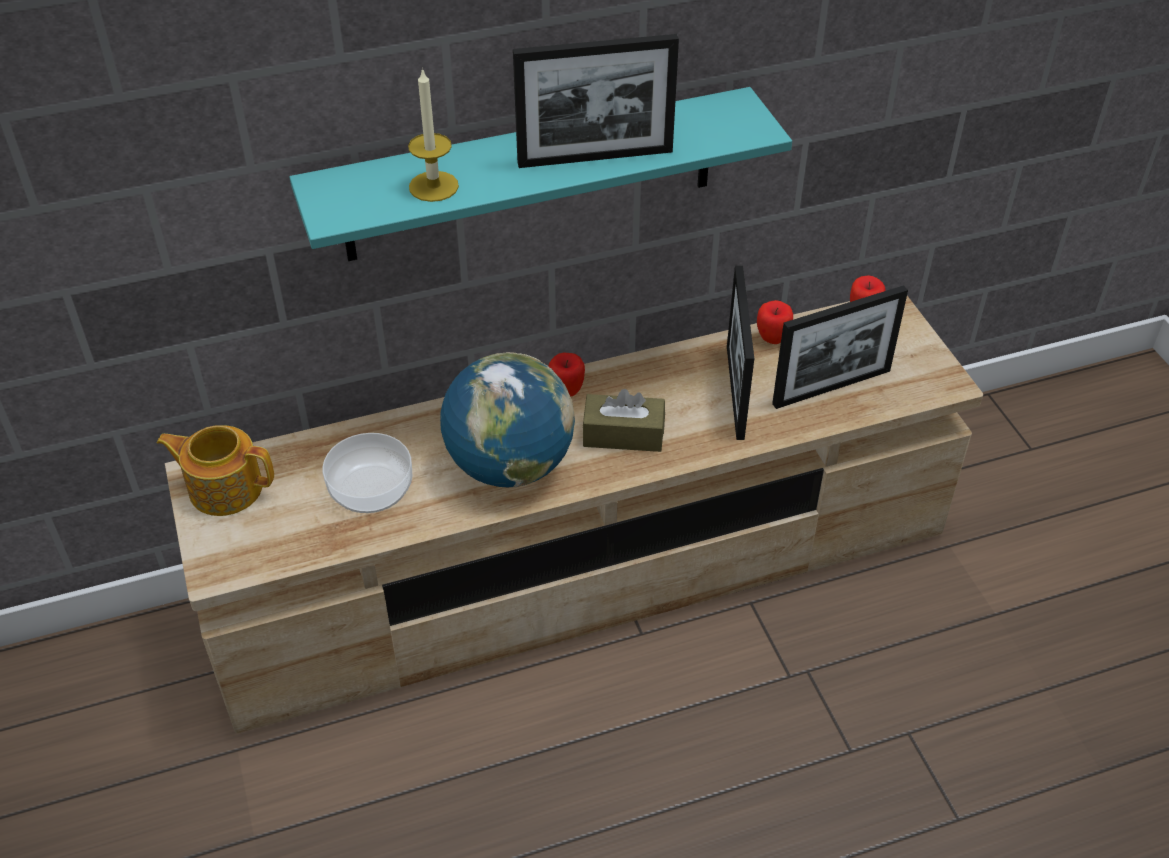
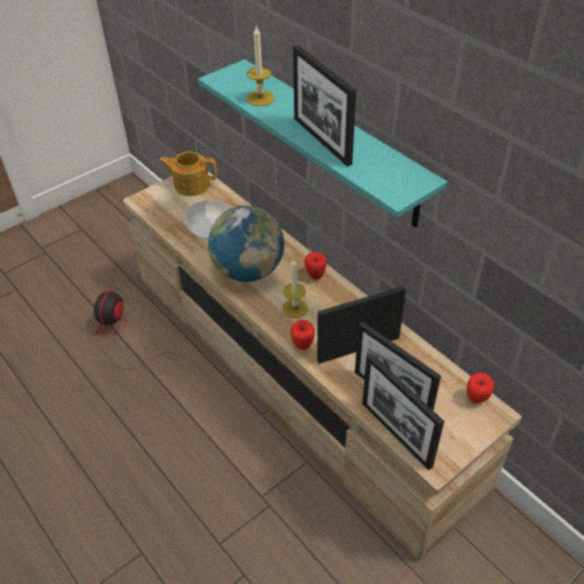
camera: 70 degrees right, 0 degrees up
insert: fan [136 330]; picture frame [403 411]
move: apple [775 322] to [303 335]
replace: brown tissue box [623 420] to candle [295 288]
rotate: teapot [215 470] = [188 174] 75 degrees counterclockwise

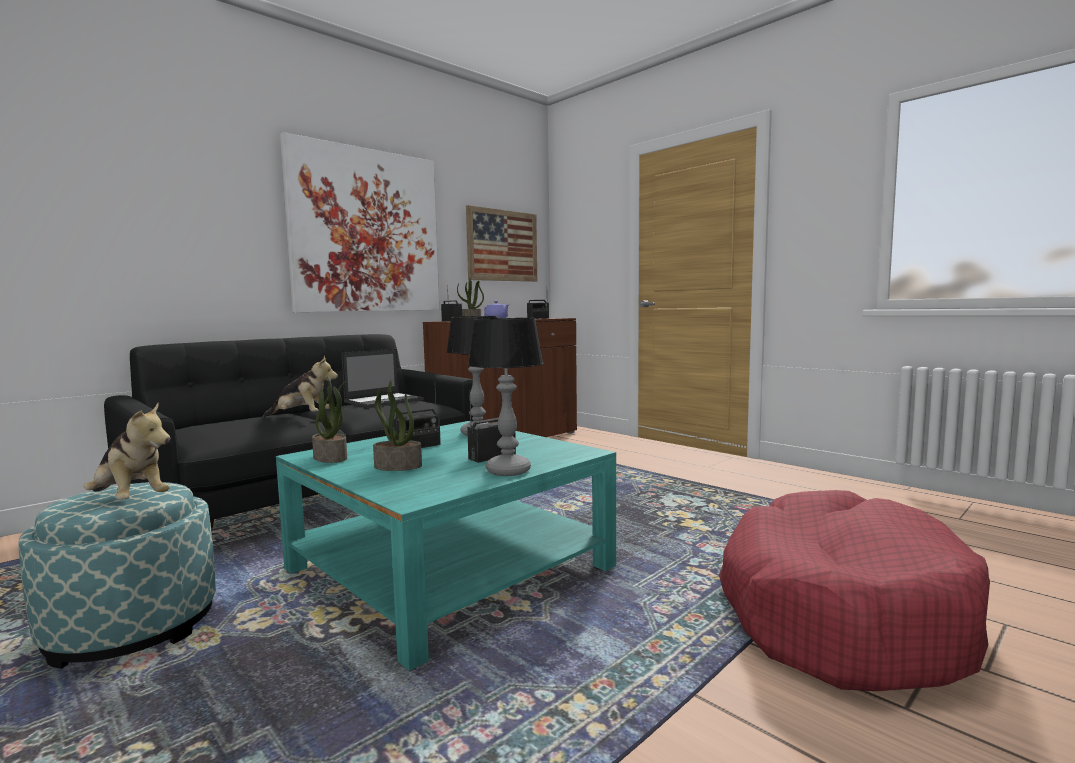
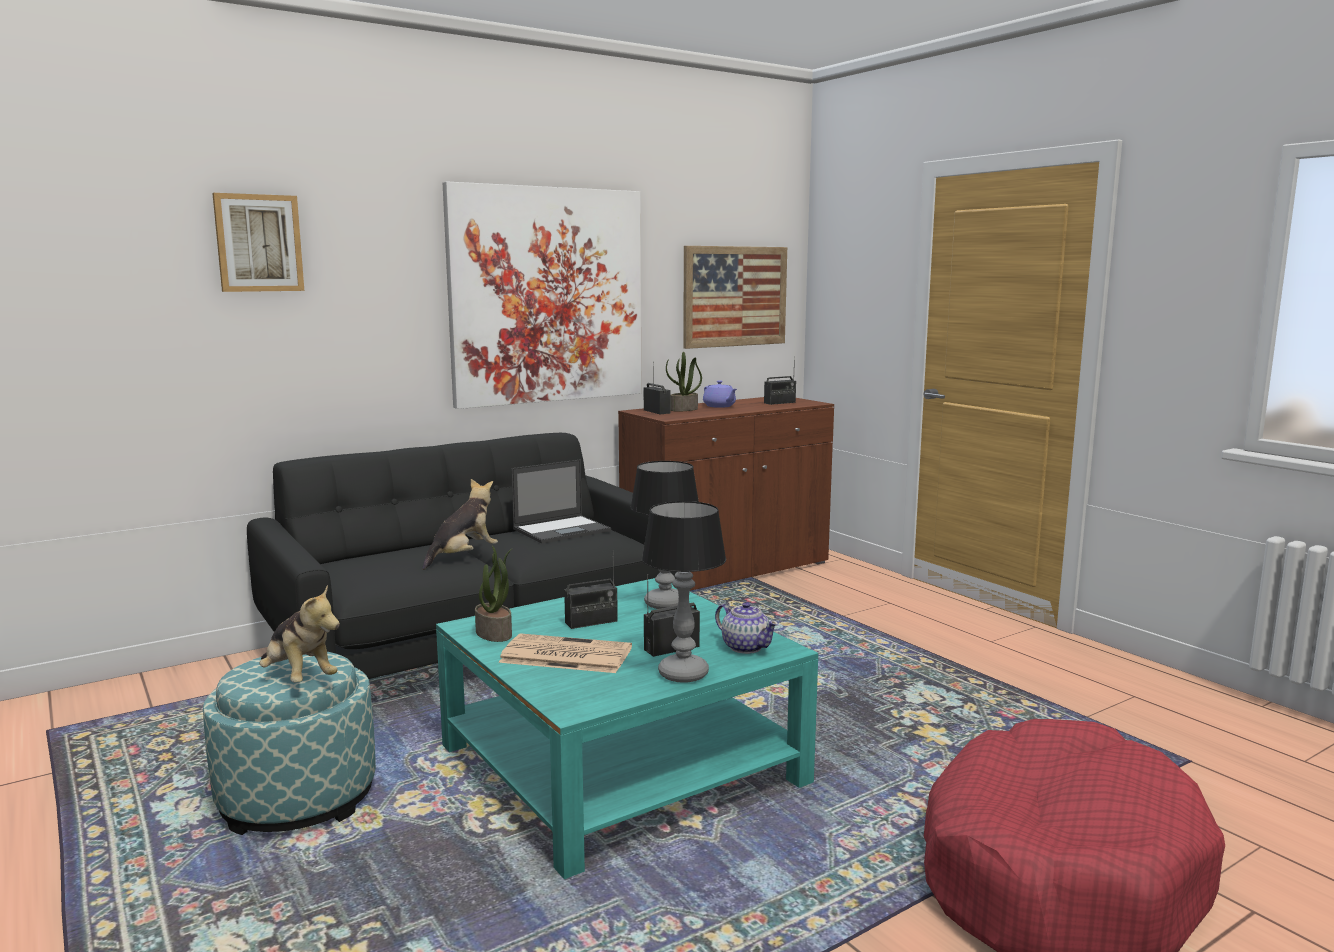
camera: 10 degrees right, 5 degrees up
insert: picture [258 242]; teapot [747 628]
replace: potted plant [397 425] to newspaper [565 653]
rotate: plush toy [300 386] = [460 524] 75 degrees counterclockwise

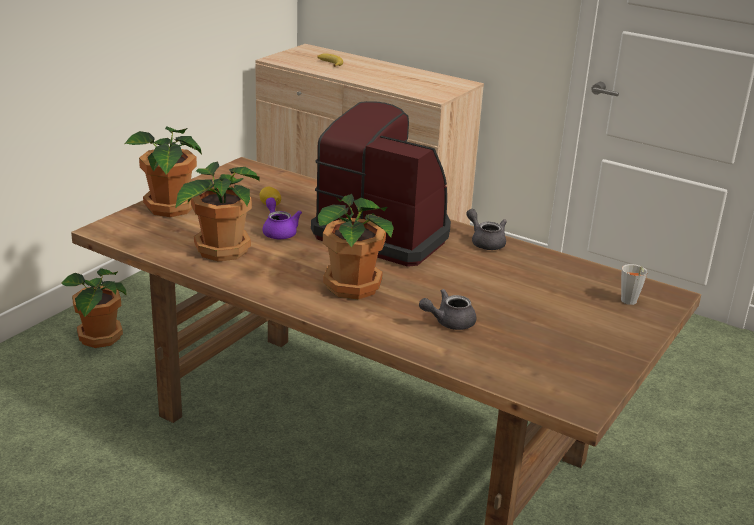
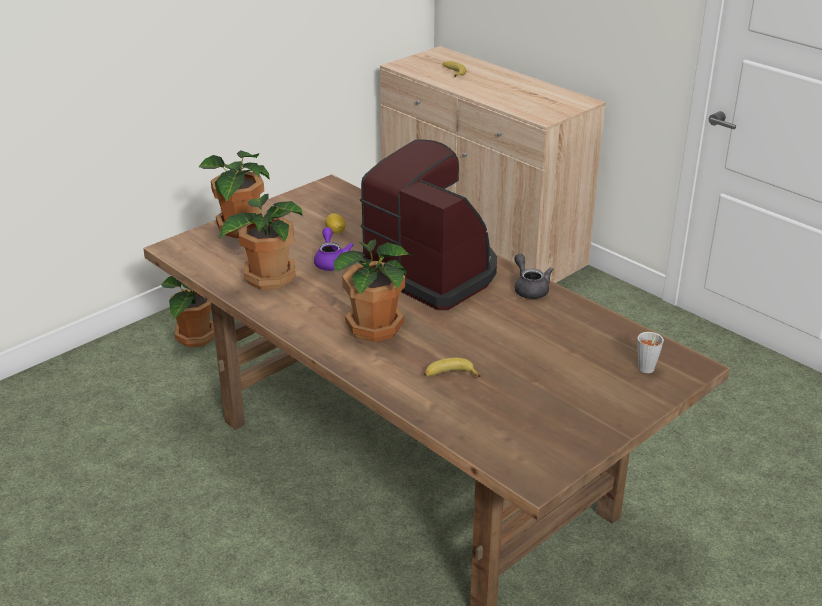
camera: 15 degrees right, 5 degrees up
replace: grey teapot [447 309] to banana [452 367]

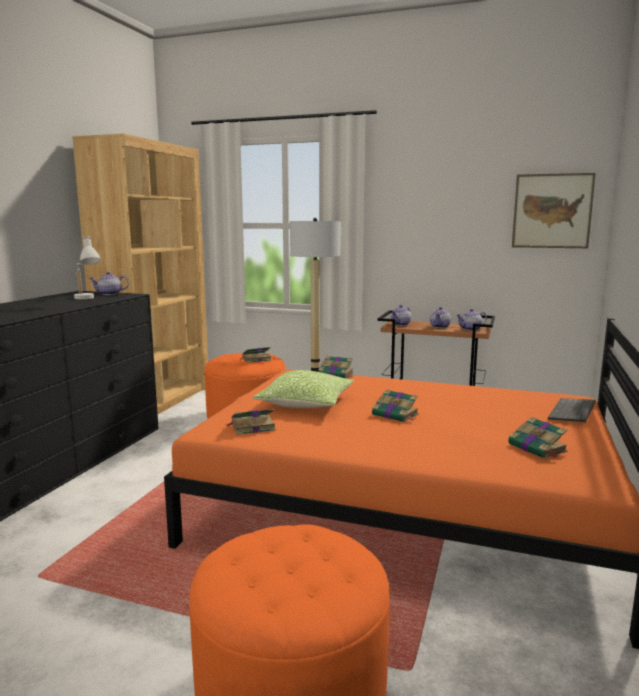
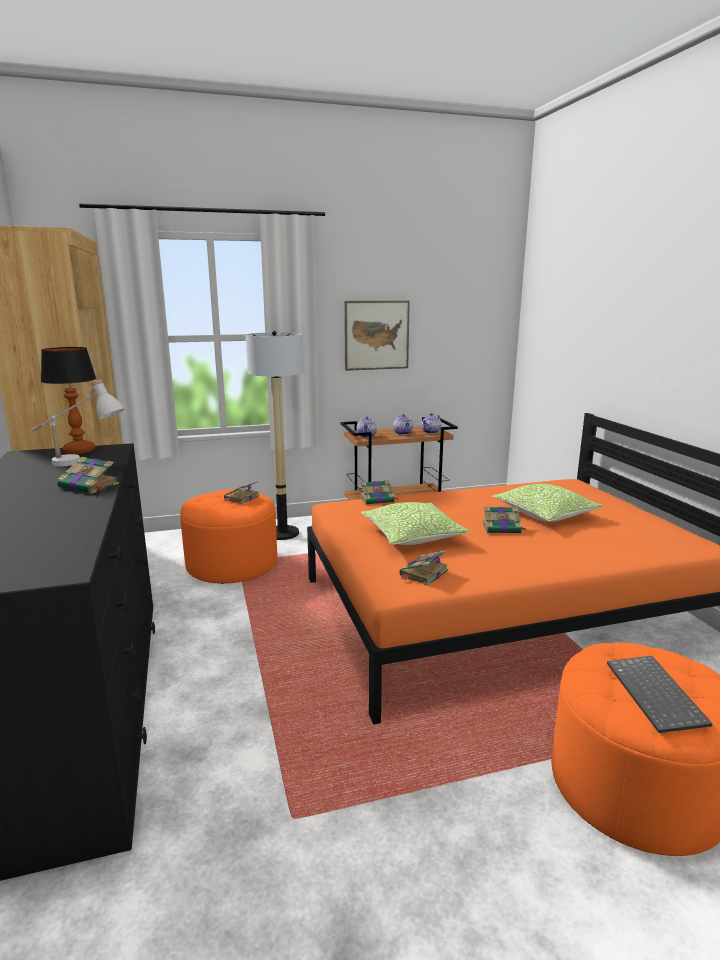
camera: 35 degrees left, 5 degrees up
insert: pillow [548 503]
move: book [537 438] to [88 475]; picture [554 210] to [377 336]; keyboard [571 410] to [659 694]
replace: teapot [109 283] to table lamp [68 400]

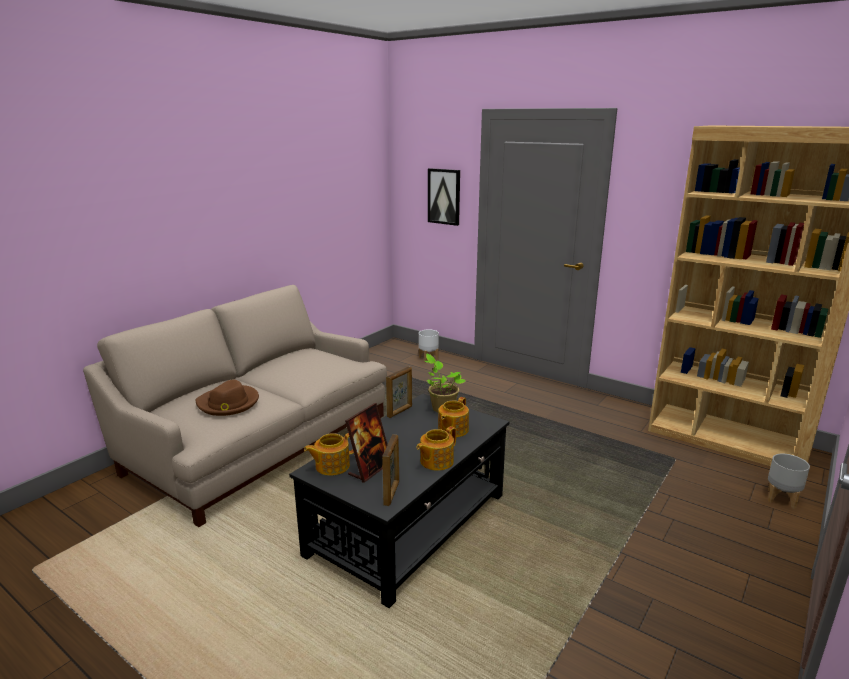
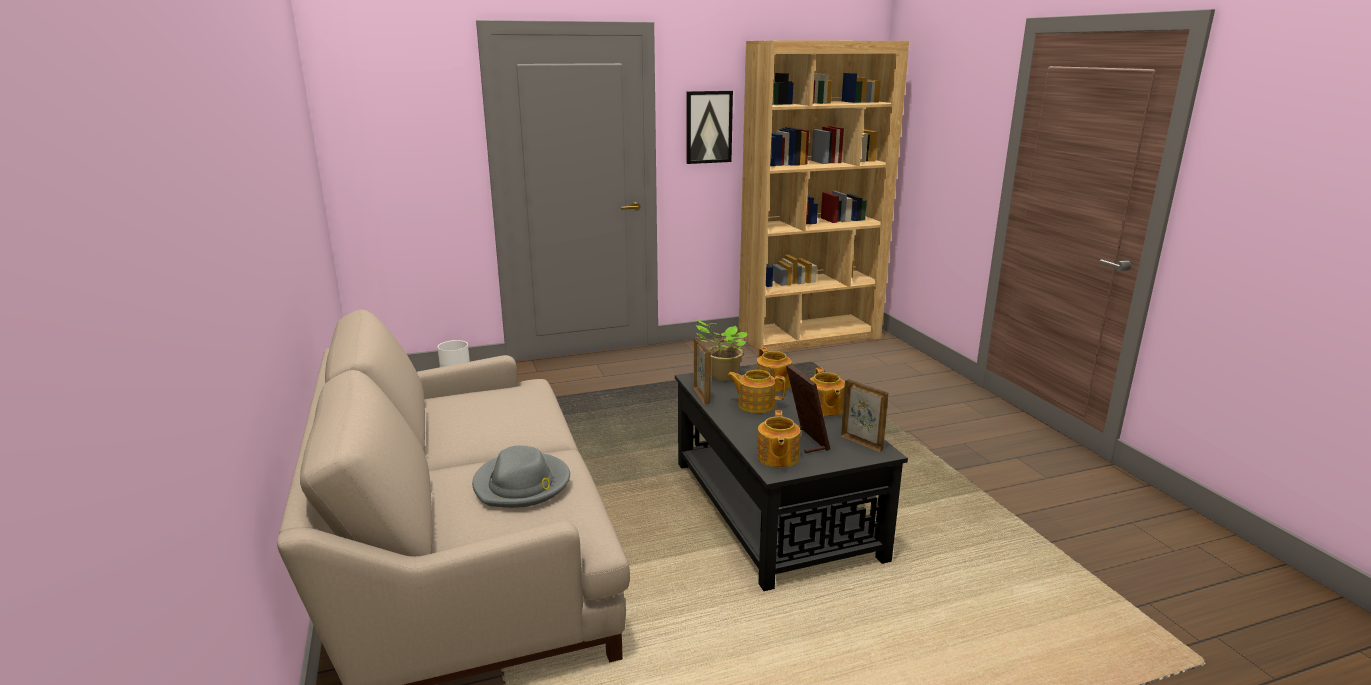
camera: 55 degrees left, 0 degrees up
delete: grey planter [789 481]
insert: teapot [756 391]
move: picture [444 197] to [709 127]
recolor: brown hat [227 398] to grey hat [521 477]

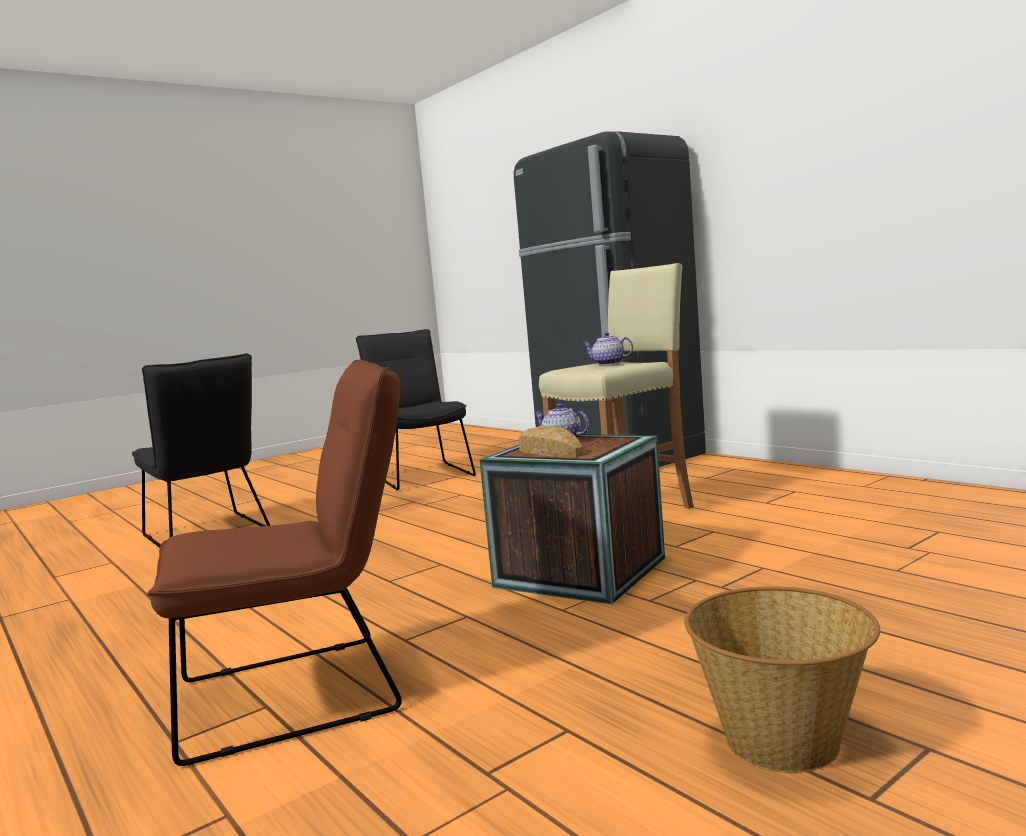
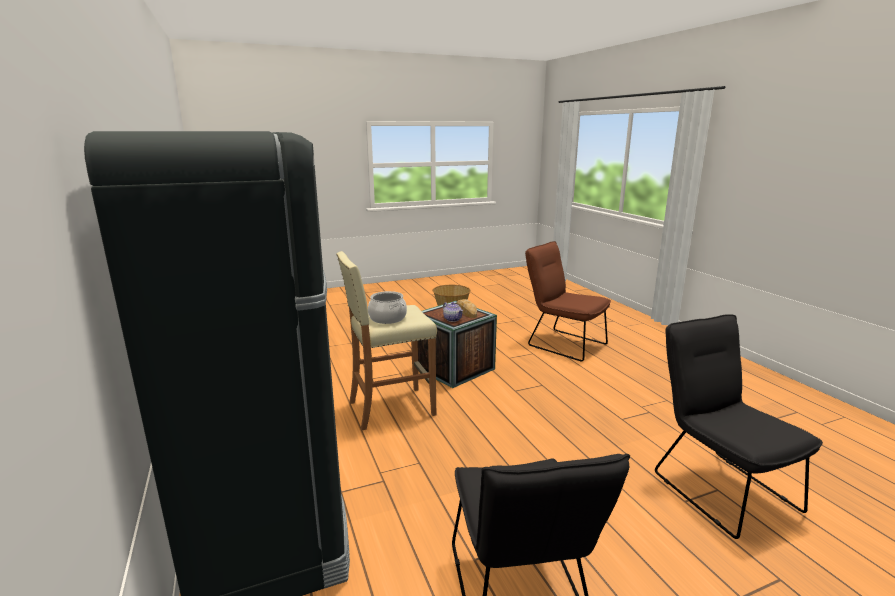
camera: 165 degrees left, 10 degrees up
replace: teapot [608 348] to cooking pot [387 307]
rotate: brown chair [274 563] = [568 301] 45 degrees clockwise

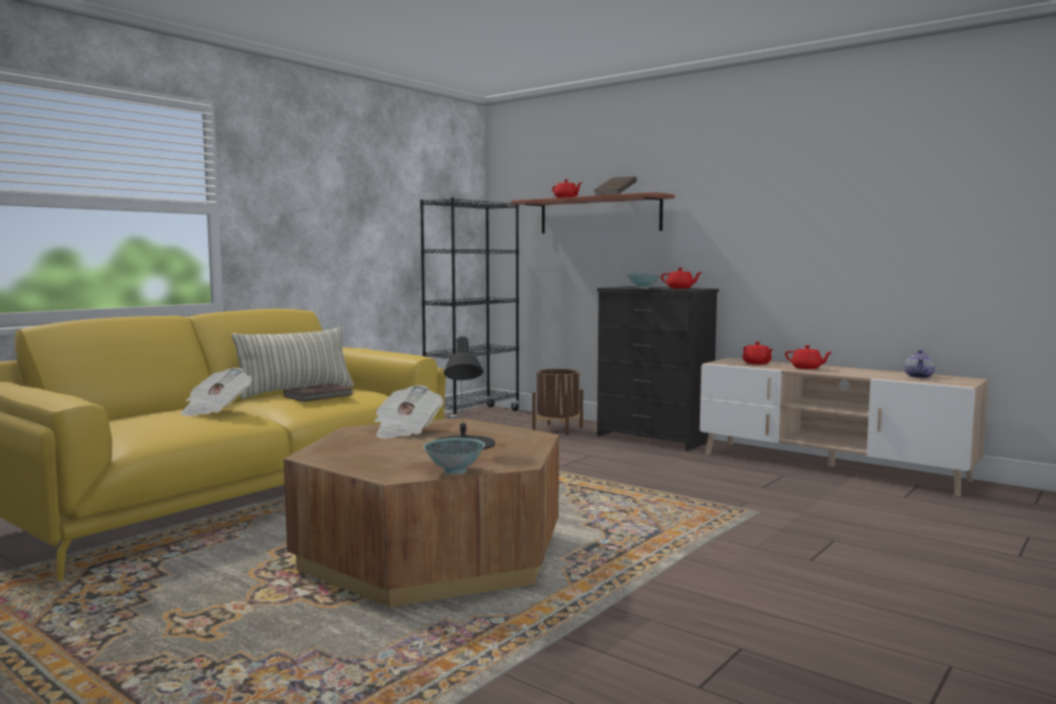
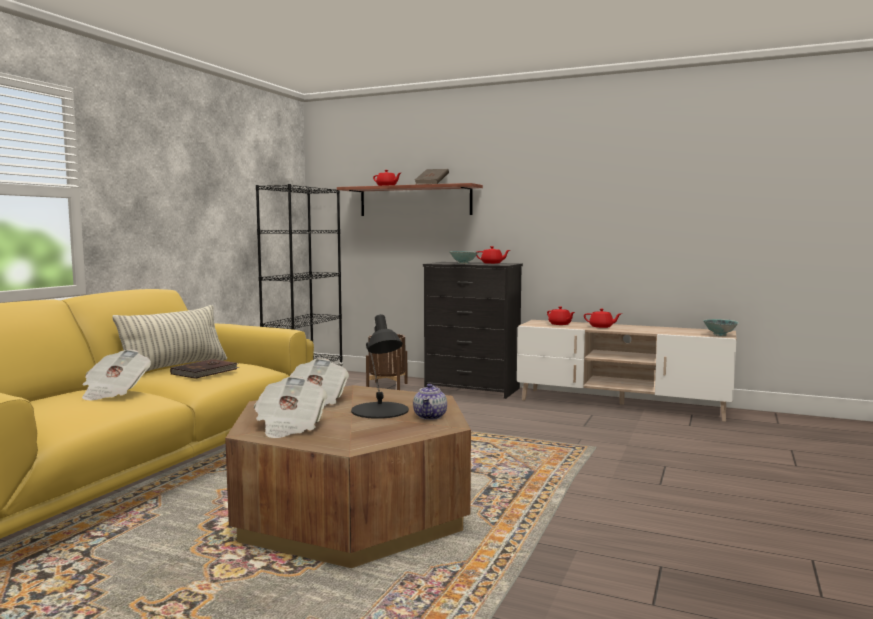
camera: 15 degrees left, 0 degrees up
insert: newspaper [291 407]
move: bowl [454 456] to [721 327]; teapot [919 364] to [430 402]

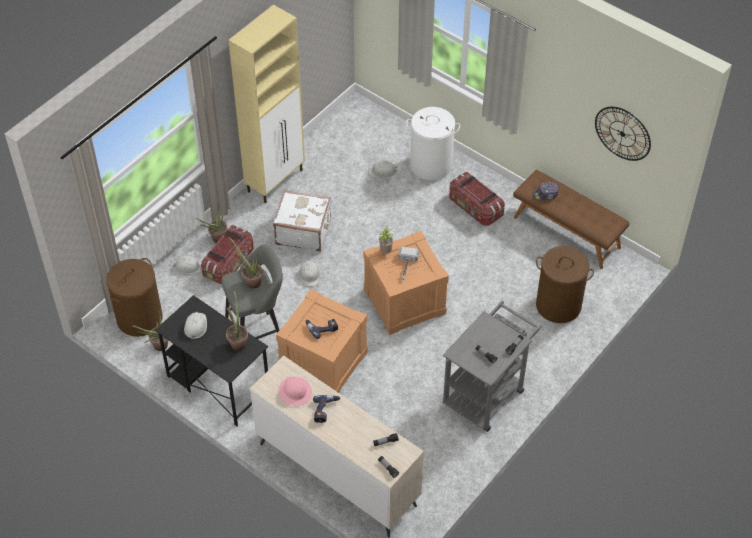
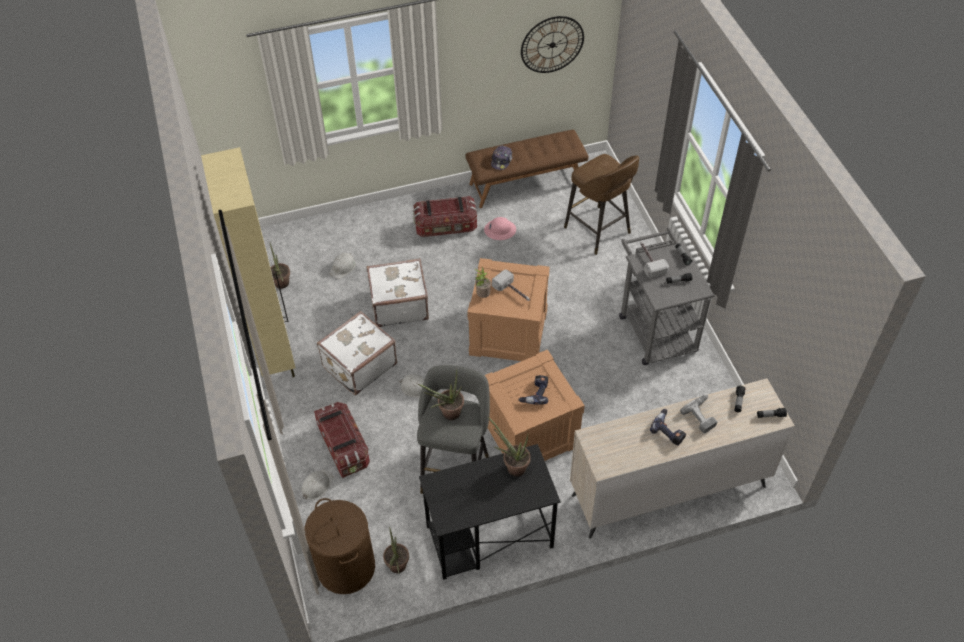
camera: 55 degrees left, 0 degrees up
delete: white hard hat [195 326]; white laundry basket [433 143]
insert: white suitcase [397 292]; hammer [654 260]; power drill [698 414]
move: potted plant [212 222] to [280 266]; pink hard hat [295 391] to [500 228]
replace: brown laundry basket [565 284] to brown stool [601 204]

